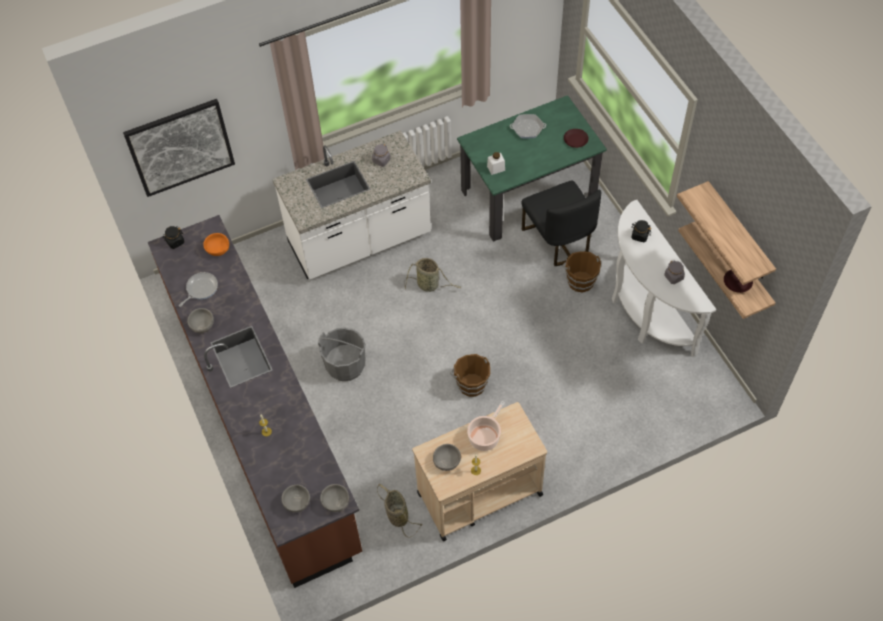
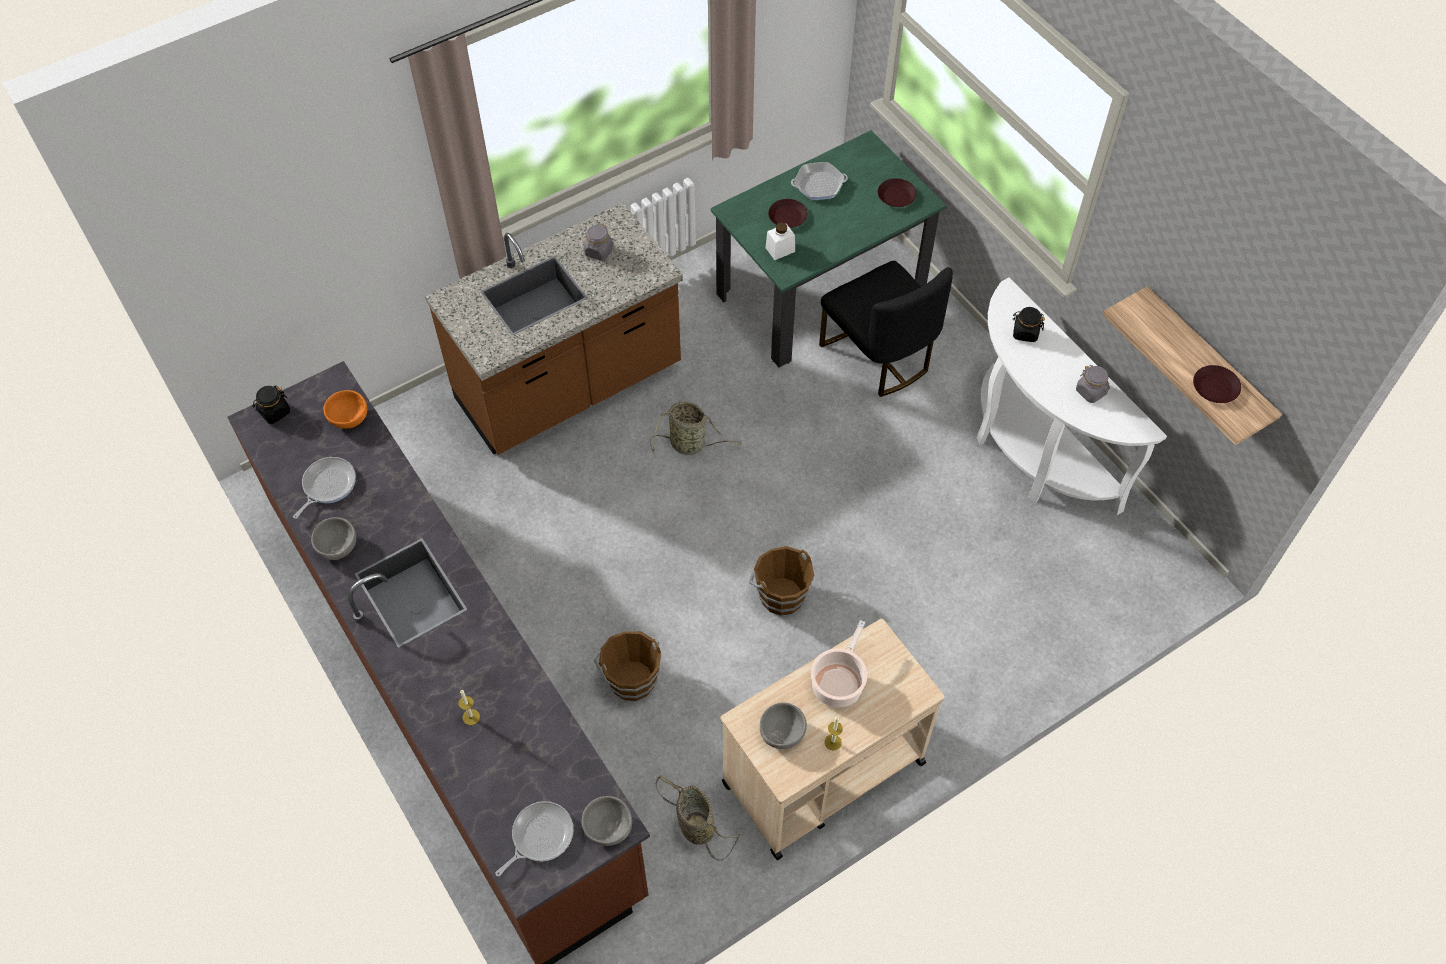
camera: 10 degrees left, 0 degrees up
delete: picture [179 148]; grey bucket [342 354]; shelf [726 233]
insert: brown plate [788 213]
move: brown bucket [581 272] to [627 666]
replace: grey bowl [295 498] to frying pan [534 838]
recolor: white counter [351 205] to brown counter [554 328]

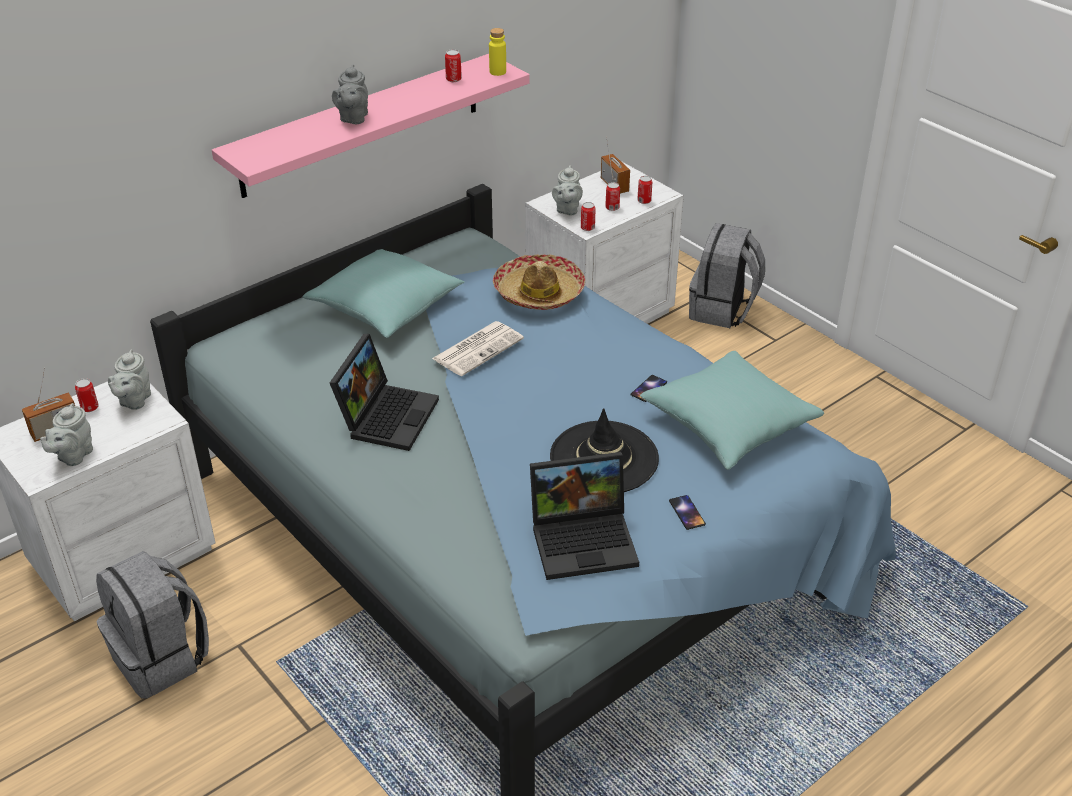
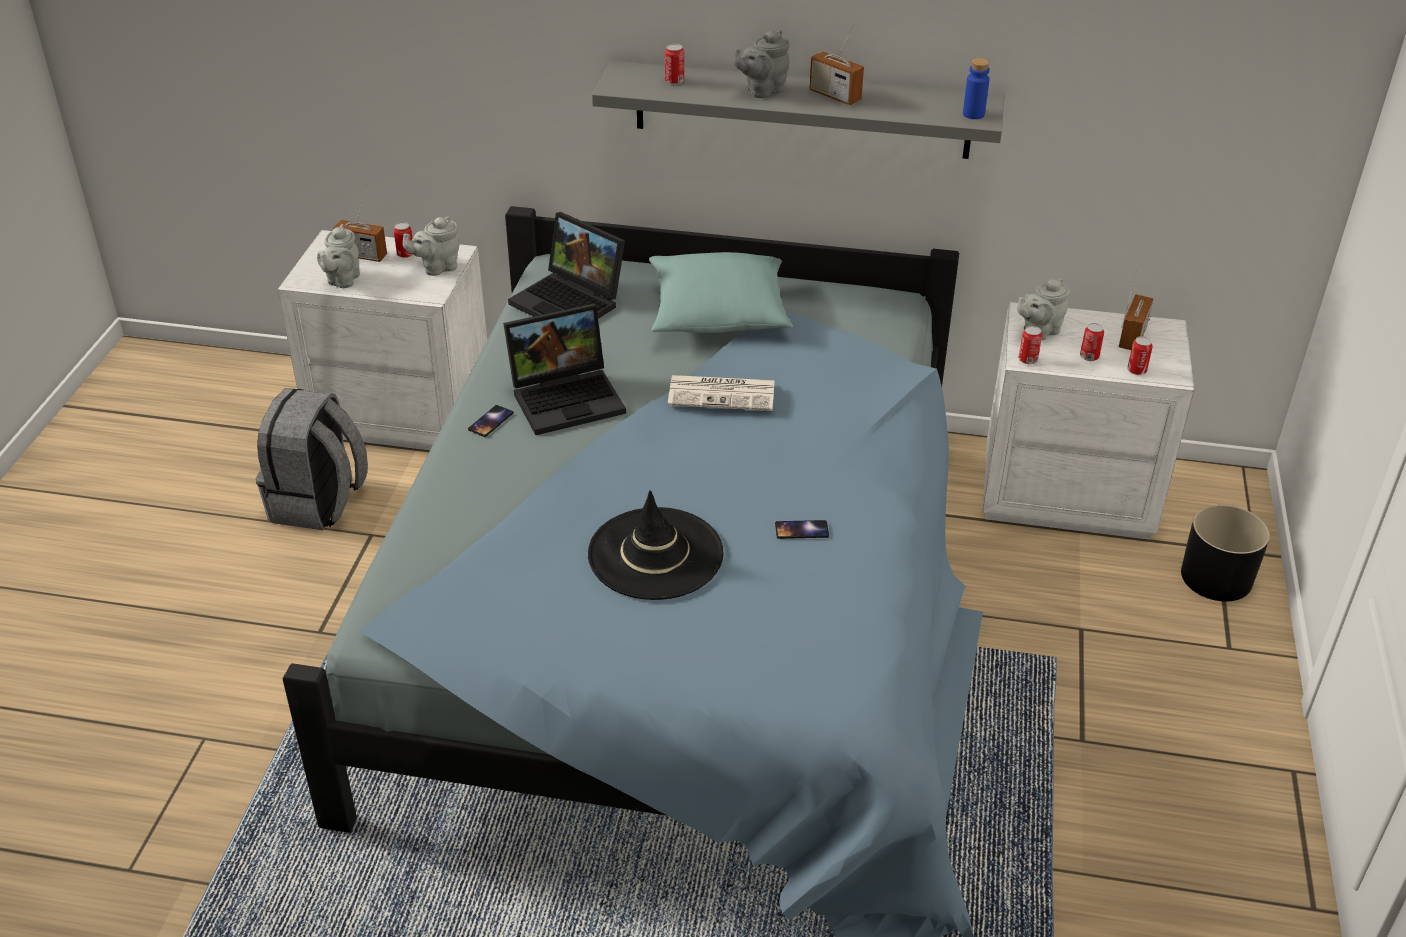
camera: 50 degrees right, 0 degrees up
delete: hat [539 282]; turquoise pillow [732 410]
insert: radio [836 63]
move: can [453 65] to [674 64]; laptop [584 516] to [566 265]; phone [687 512] to [491 421]
replace: grey backpack [727 275] to black planter [1225 553]
recolor: pink shelf [371 126] to grey shelf [798 110]; yellow bottle [497 52] to blue bottle [976 88]
rotate: grey teapot [66 434] = [338 256] 60 degrees counterclockwise

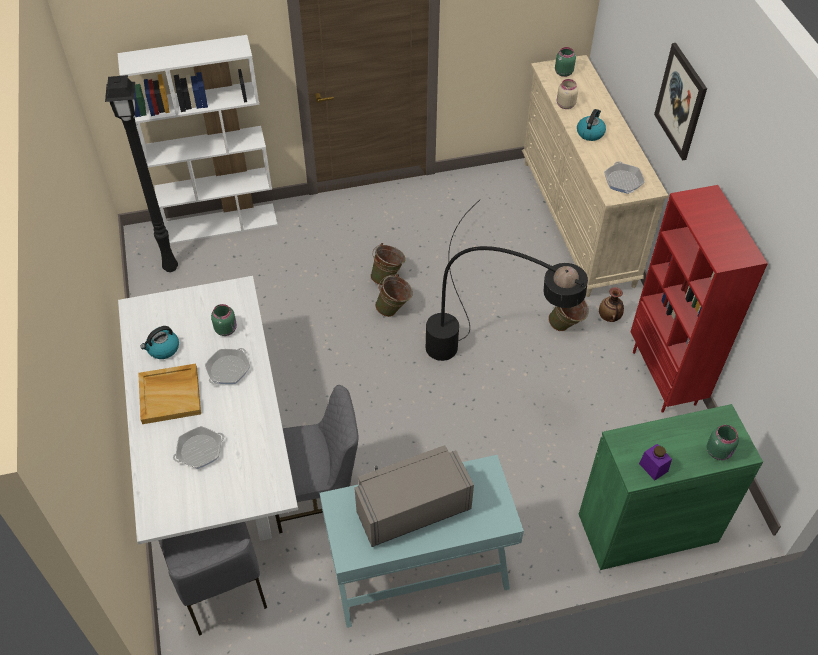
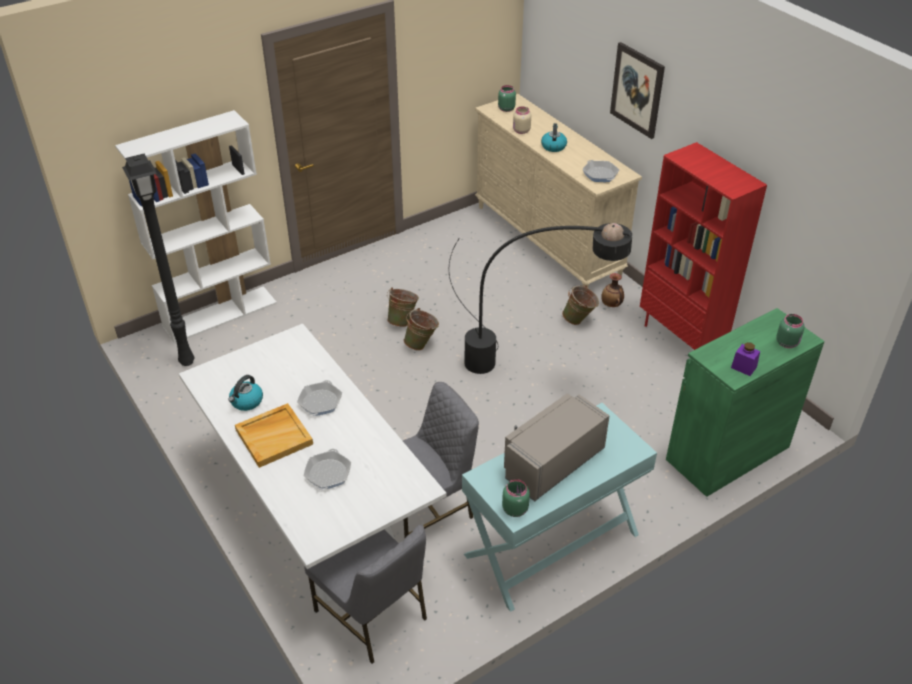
camera: 20 degrees left, 10 degrees down
move: green jar [224 320] to [516 498]
rotate: frying pan [198 447] = [327 469] 150 degrees clockwise

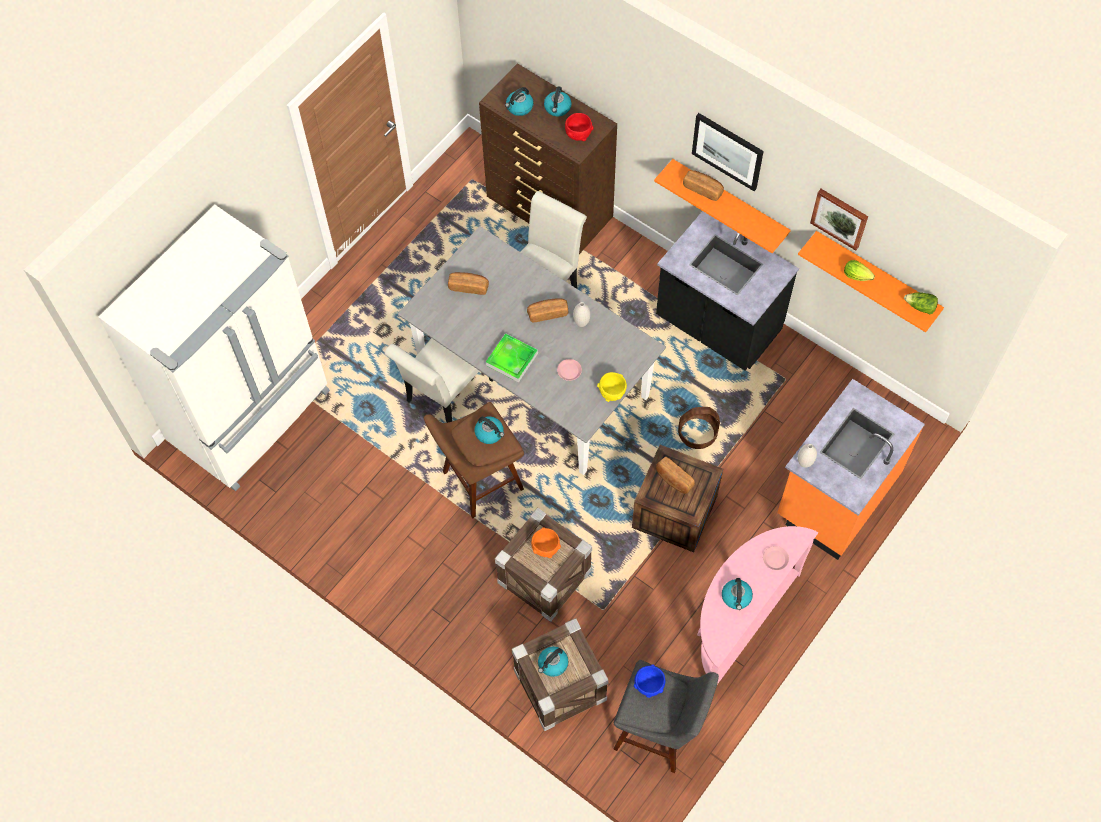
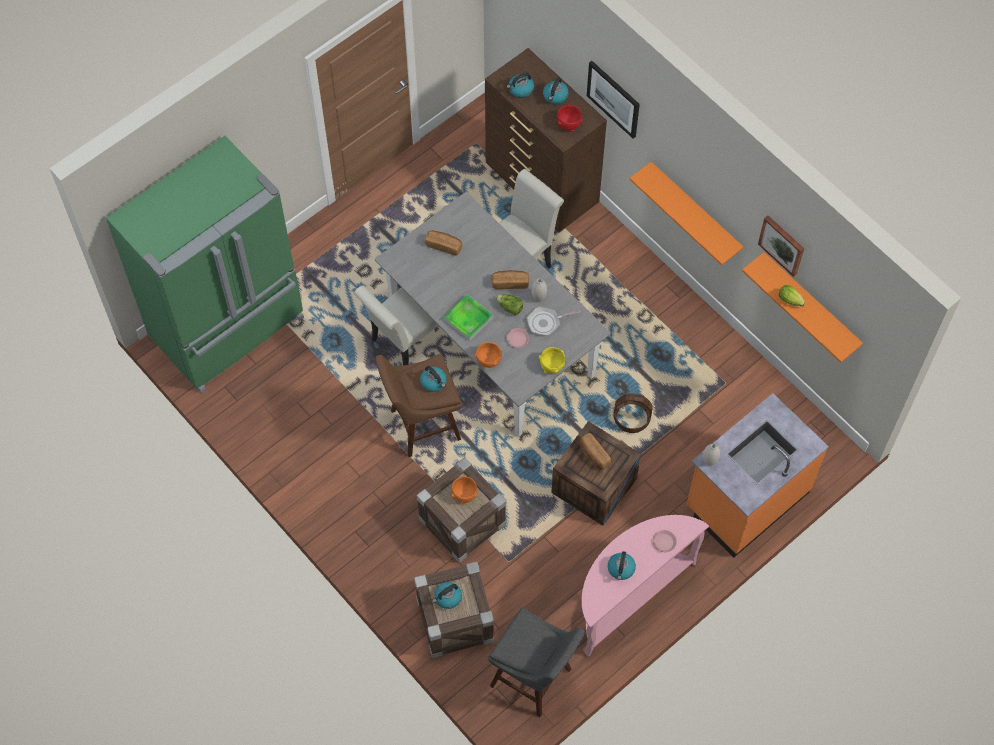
camera: 10 degrees right, 0 degrees up
delete: blue bowl [649 681]; black counter [727 290]; bread [703 185]
insert: orange bowl [488 355]; frying pan [554 321]
move: picture [728 152] to [613 100]; lettuce [921 303] to [509 304]
recolor: white fridge [214 348] to green fridge [205 264]

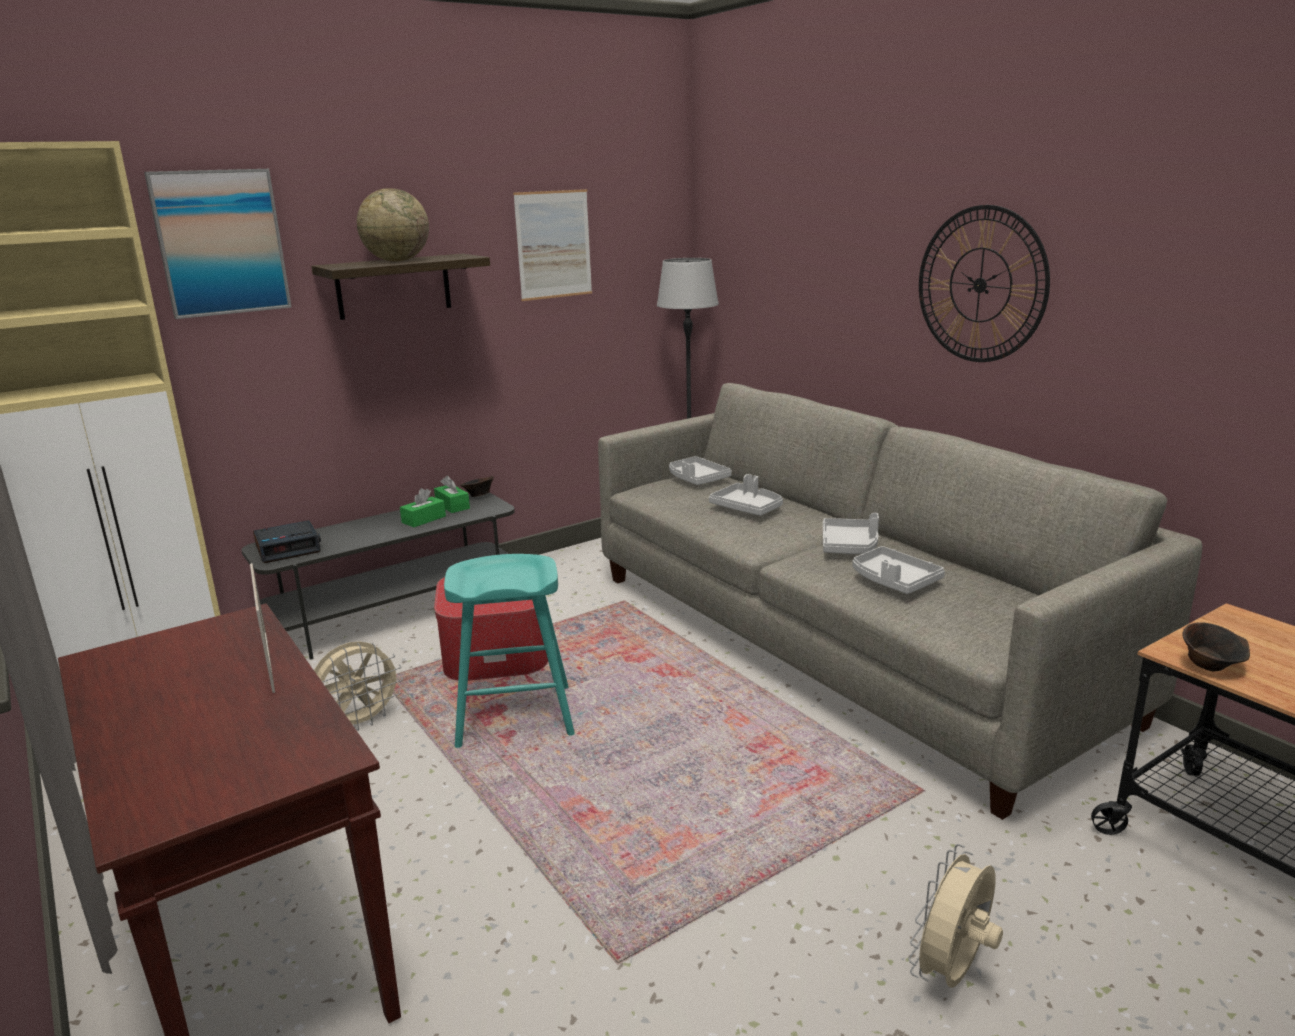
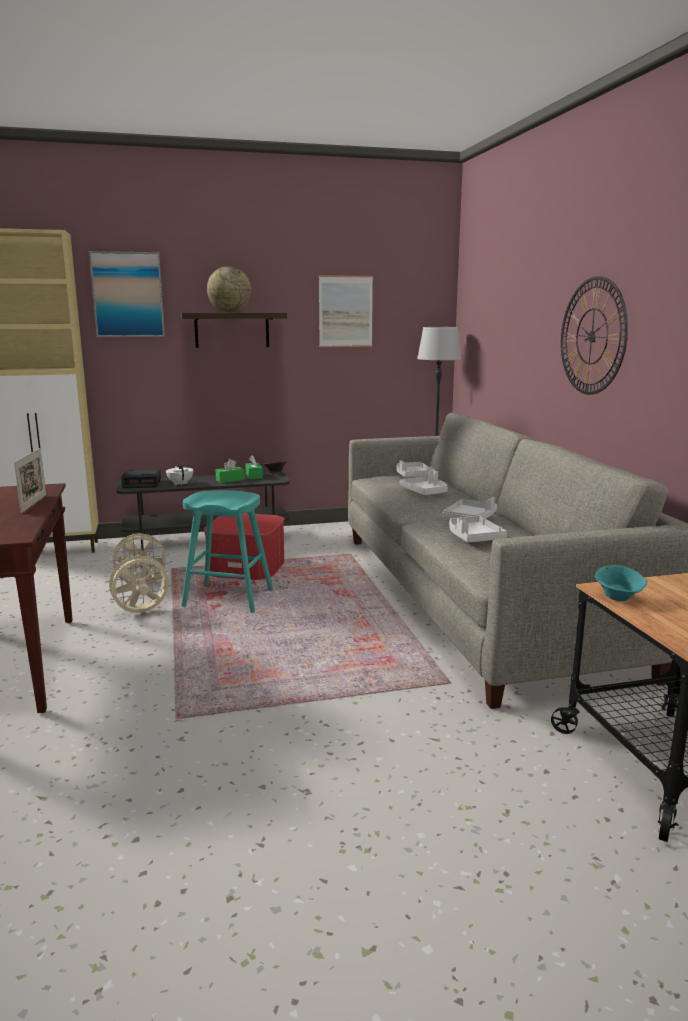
camera: 20 degrees right, 5 degrees down
insert: white teapot [179 475]
move: beige fan [955 916] to [137 582]
recolor: brown bowl [1216 646] to turquoise bowl [621 583]

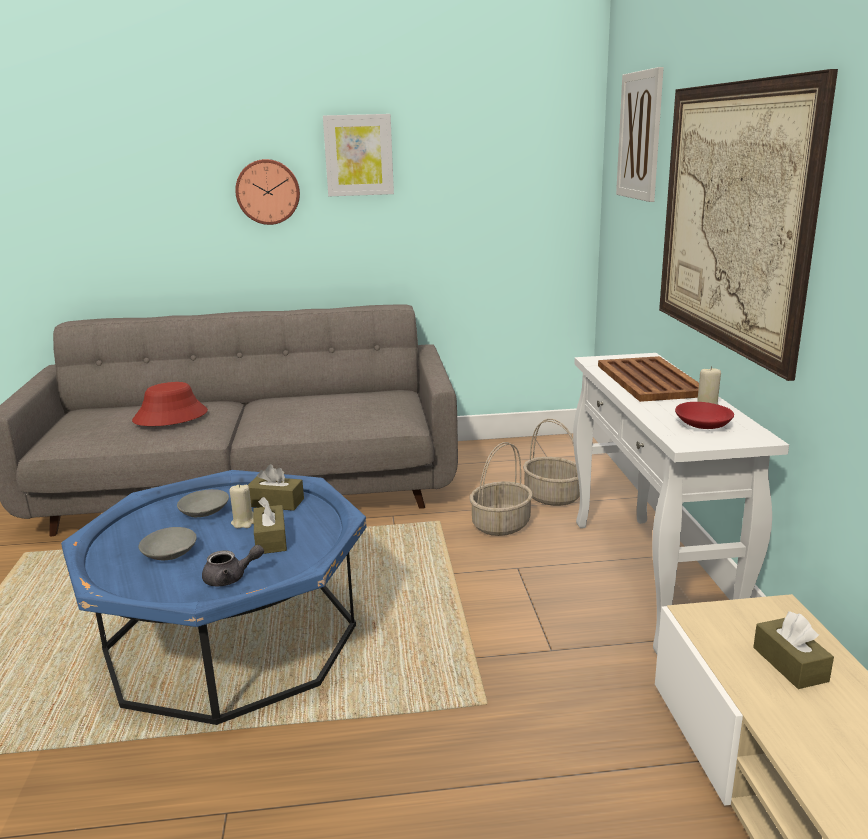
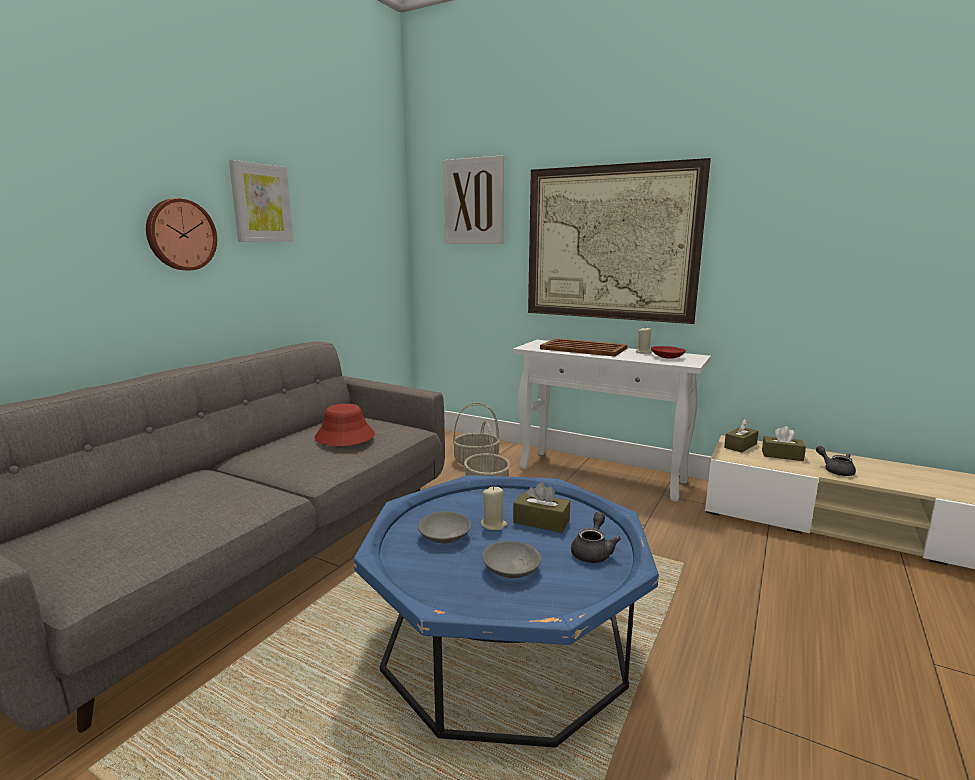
camera: 55 degrees left, 5 degrees down
insert: grey teapot [836 461]
move: red hat [170 404] to [345 425]; brown tissue box [276 487] to [741 436]

